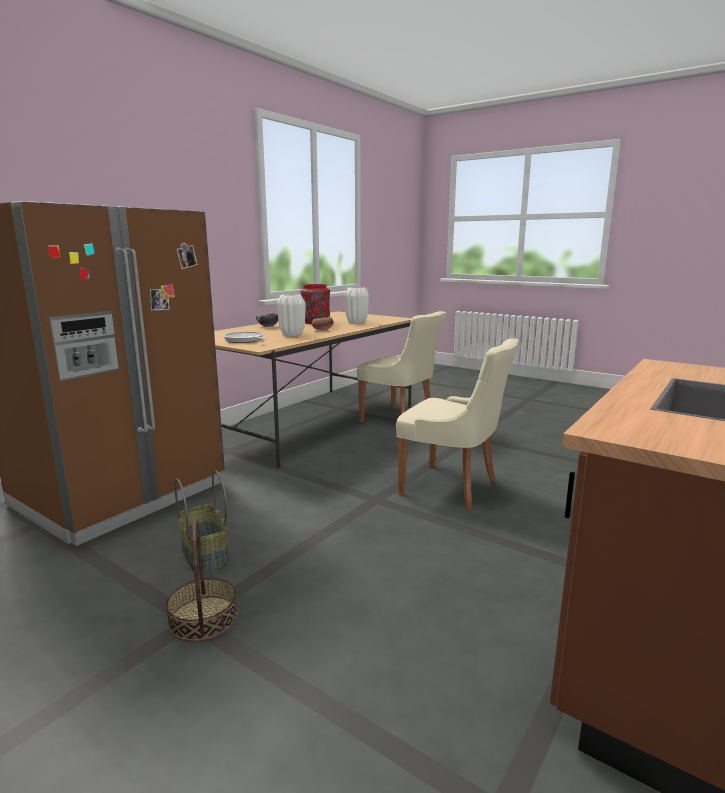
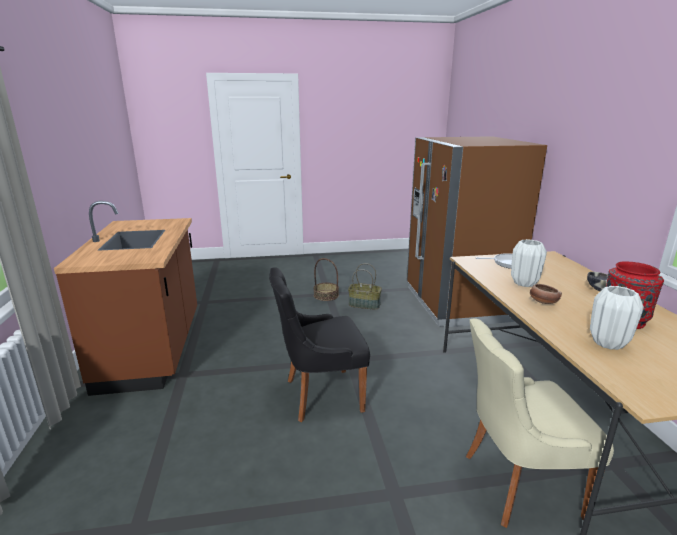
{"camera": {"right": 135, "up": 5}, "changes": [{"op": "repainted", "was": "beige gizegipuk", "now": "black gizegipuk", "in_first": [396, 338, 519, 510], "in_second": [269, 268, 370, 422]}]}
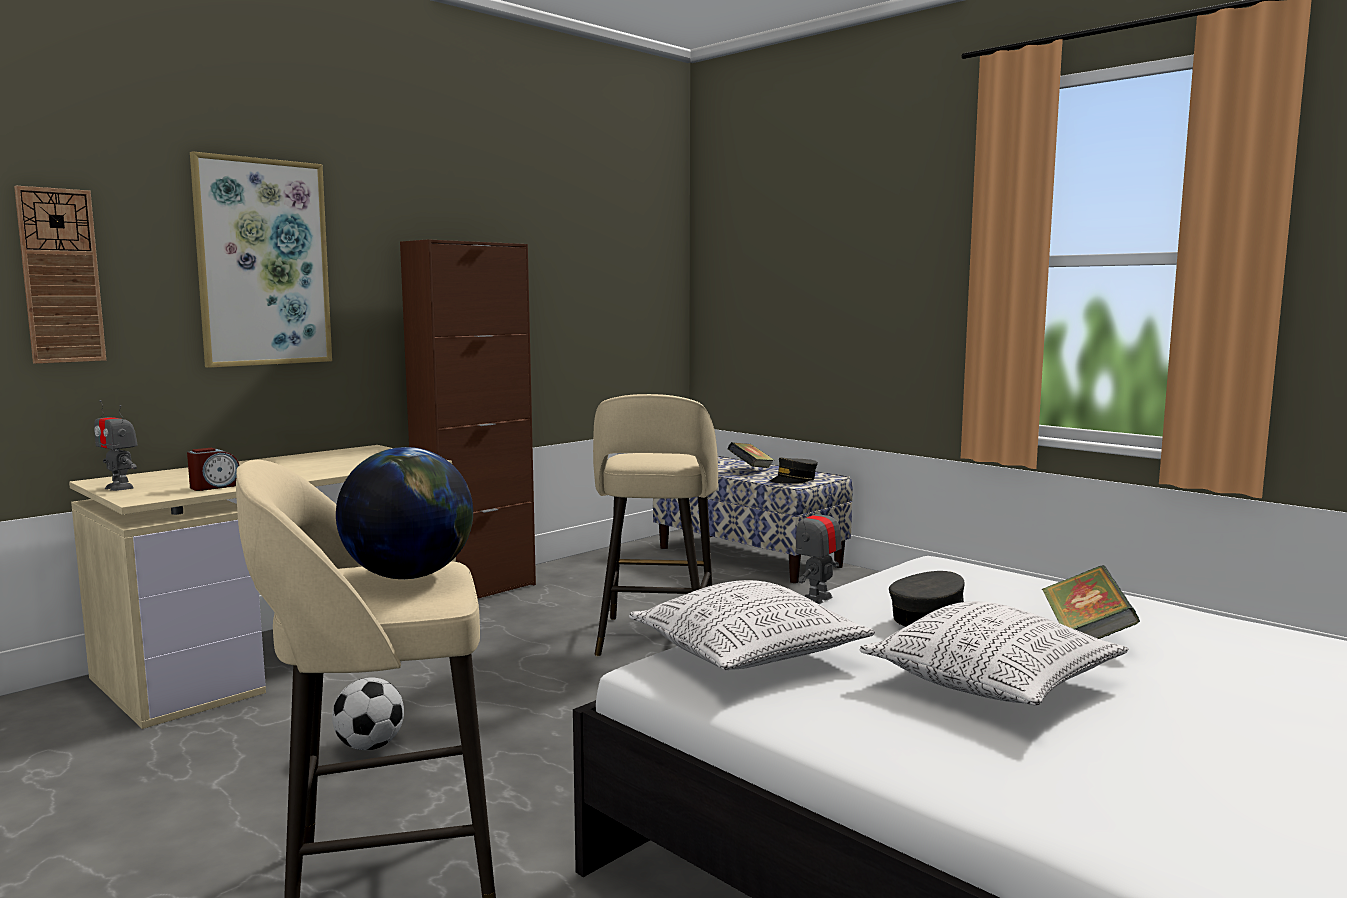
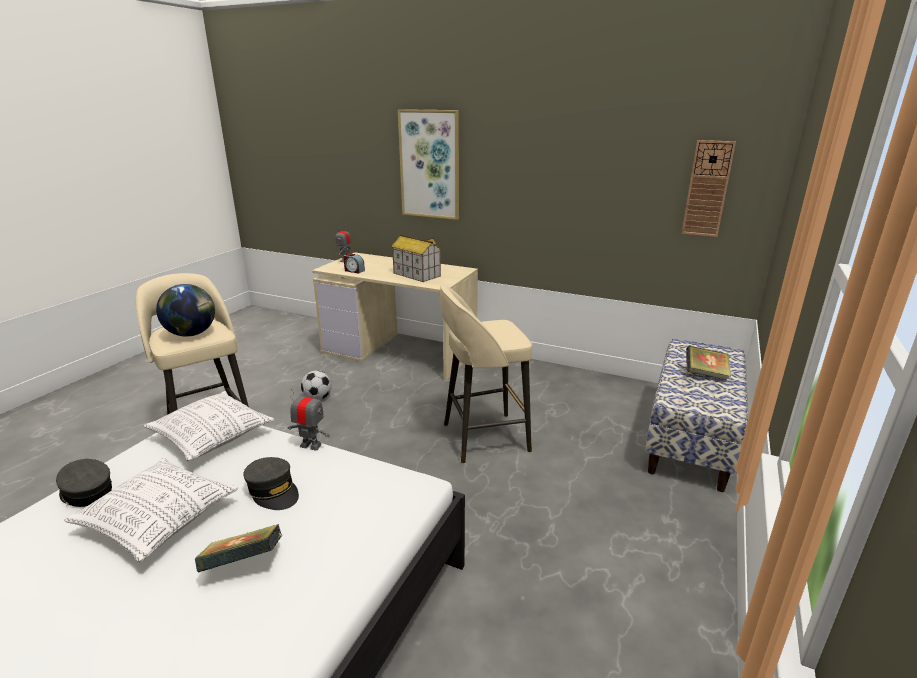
{"camera": {"right": 70, "up": 15}, "changes": [{"op": "shifted", "was": "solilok", "in_first": [14, 186, 106, 364], "in_second": [682, 140, 736, 237]}, {"op": "gone", "was": "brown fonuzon", "in_first": [400, 239, 536, 599]}, {"op": "shifted", "was": "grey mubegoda", "in_first": [770, 457, 818, 484], "in_second": [56, 459, 112, 507]}, {"op": "new", "now": "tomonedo", "in_second": [391, 234, 441, 282]}]}
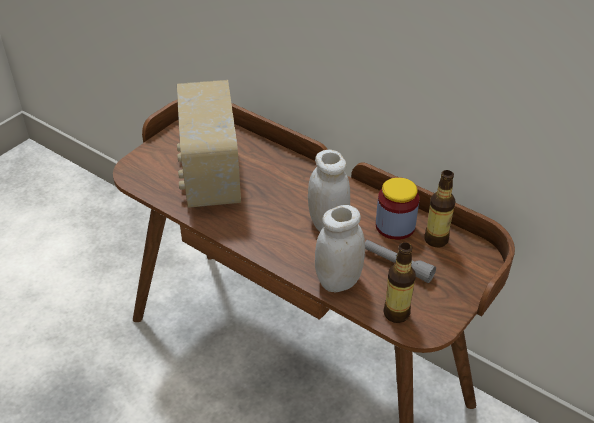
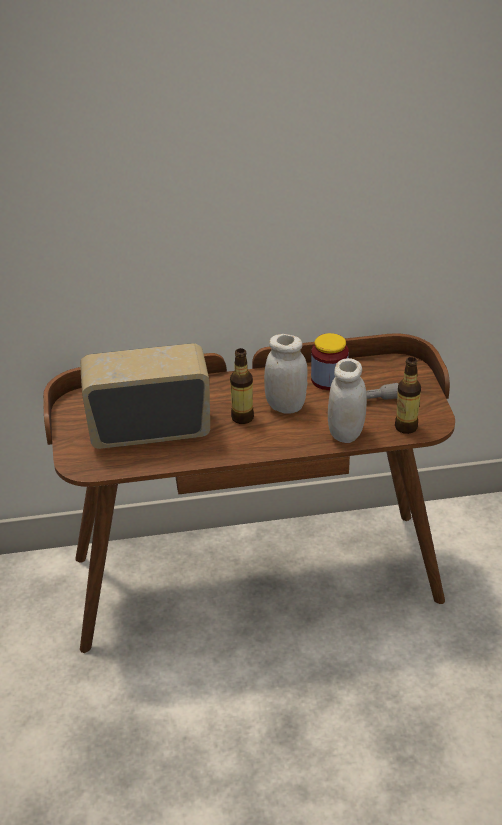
{"camera": {"right": -45, "up": -5}, "changes": [{"op": "rotated", "was": "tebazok", "in_first": [177, 80, 241, 208], "in_second": [80, 343, 210, 449], "clockwise": 135}, {"op": "shifted", "was": "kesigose", "in_first": [424, 170, 456, 247], "in_second": [230, 348, 254, 424]}]}
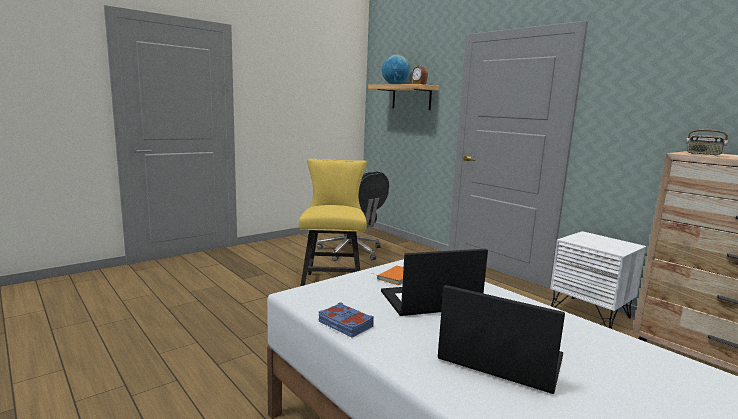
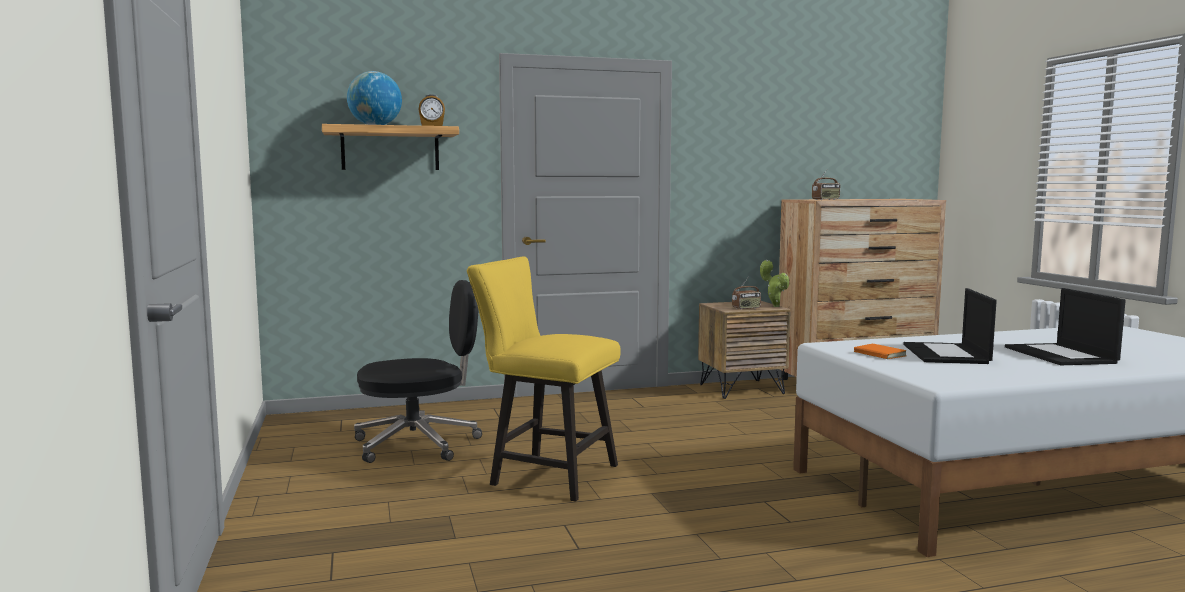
{"camera": {"right": -65, "up": -5}, "changes": [{"op": "gone", "was": "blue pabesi", "in_first": [318, 302, 374, 338]}, {"op": "rotated", "was": "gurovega", "in_first": [438, 285, 565, 394], "in_second": [1005, 288, 1126, 365], "clockwise": -60}, {"op": "repainted", "was": "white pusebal", "now": "brown pusebal", "in_first": [550, 231, 646, 329], "in_second": [698, 301, 791, 399]}, {"op": "new", "now": "tebazok", "in_second": [732, 278, 761, 310]}, {"op": "new", "now": "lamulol", "in_second": [760, 260, 789, 307]}]}
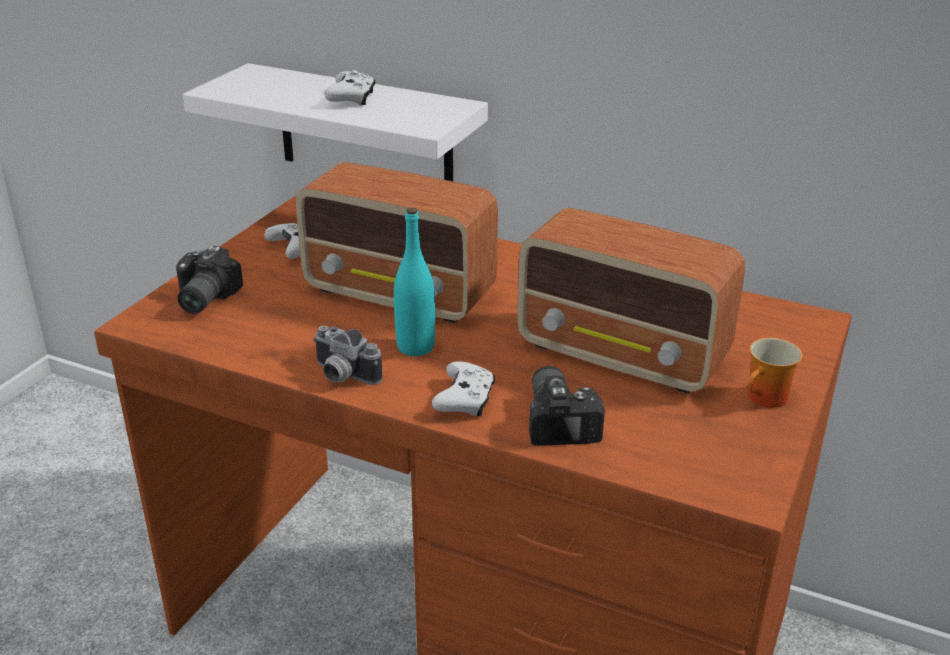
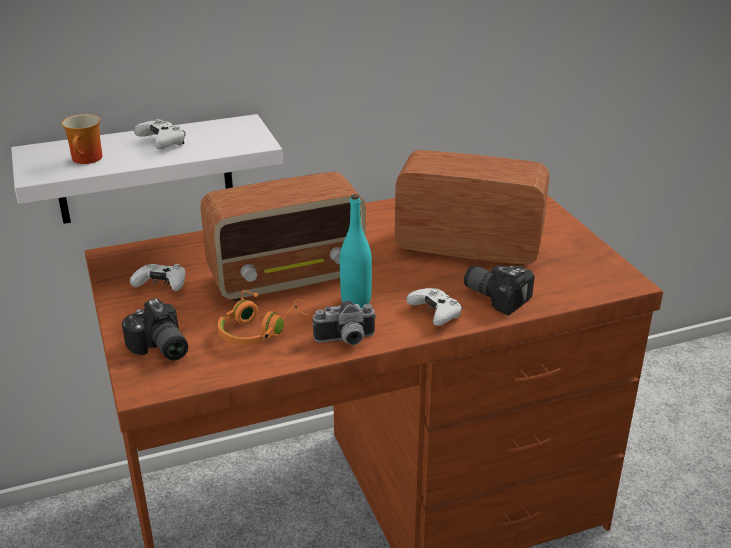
{"camera": {"right": -45, "up": 0}, "changes": [{"op": "rotated", "was": "tebazok", "in_first": [517, 208, 745, 394], "in_second": [395, 150, 549, 266], "clockwise": -150}, {"op": "shifted", "was": "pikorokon", "in_first": [747, 338, 802, 408], "in_second": [62, 114, 102, 164]}, {"op": "new", "now": "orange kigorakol", "in_second": [218, 290, 312, 346]}]}
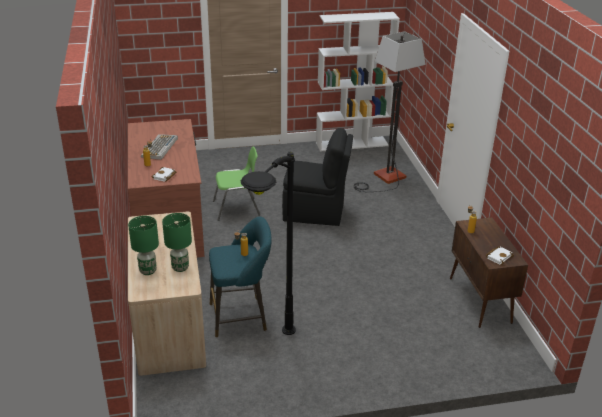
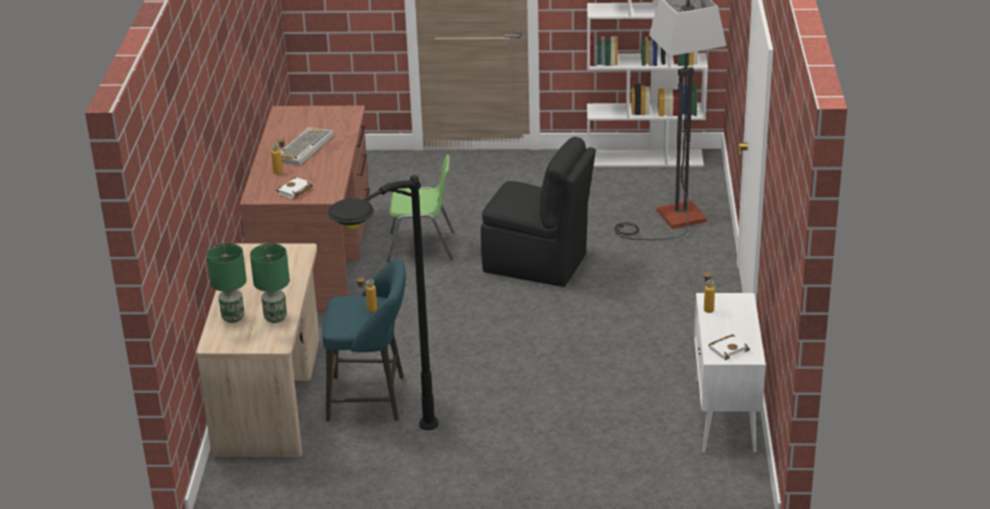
{"camera": {"right": 15, "up": 0}, "changes": [{"op": "repainted", "was": "brown fonuzon", "now": "white fonuzon", "in_first": [450, 218, 528, 328], "in_second": [694, 293, 766, 453]}]}
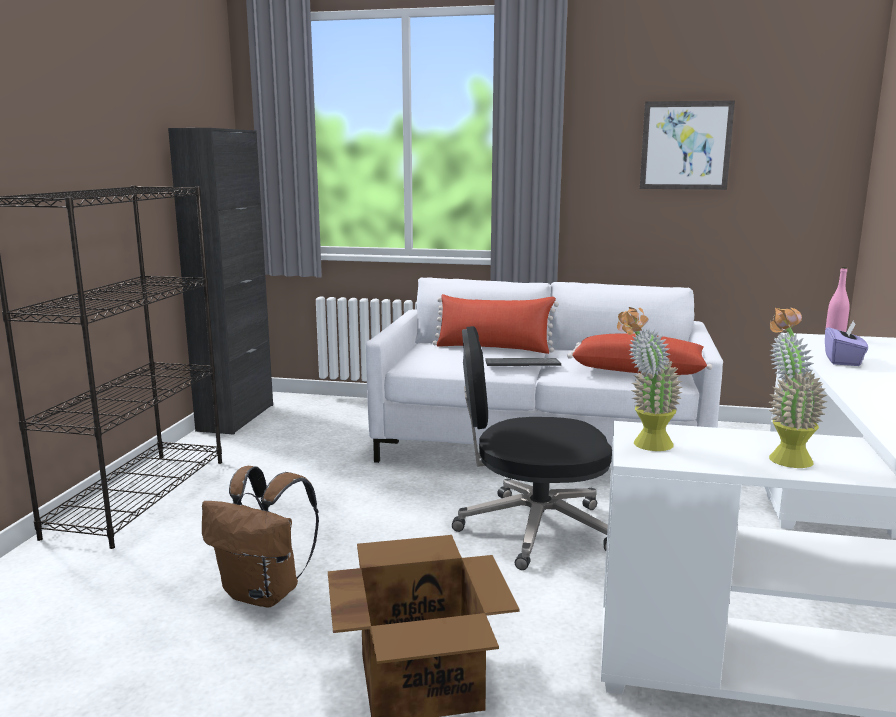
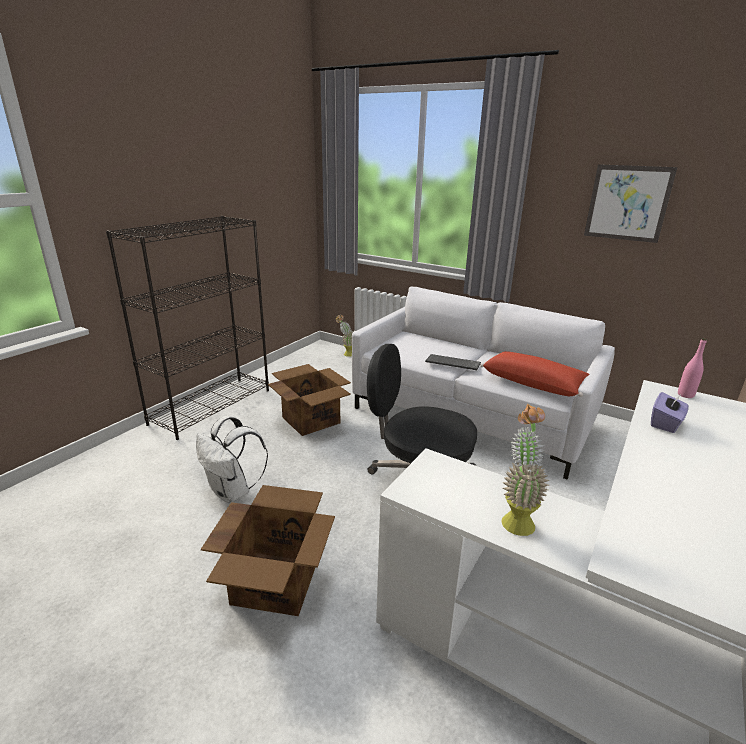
{"camera": {"right": 20, "up": 10}, "changes": [{"op": "gone", "was": "black fonuzon", "in_first": [168, 128, 273, 435]}, {"op": "repainted", "was": "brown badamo", "now": "white badamo", "in_first": [202, 466, 319, 607], "in_second": [196, 416, 268, 503]}, {"op": "gone", "was": "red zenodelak", "in_first": [433, 294, 559, 354]}, {"op": "shifted", "was": "lamulol", "in_first": [617, 307, 682, 451], "in_second": [336, 315, 353, 357]}, {"op": "new", "now": "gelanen", "in_second": [268, 364, 351, 436]}]}
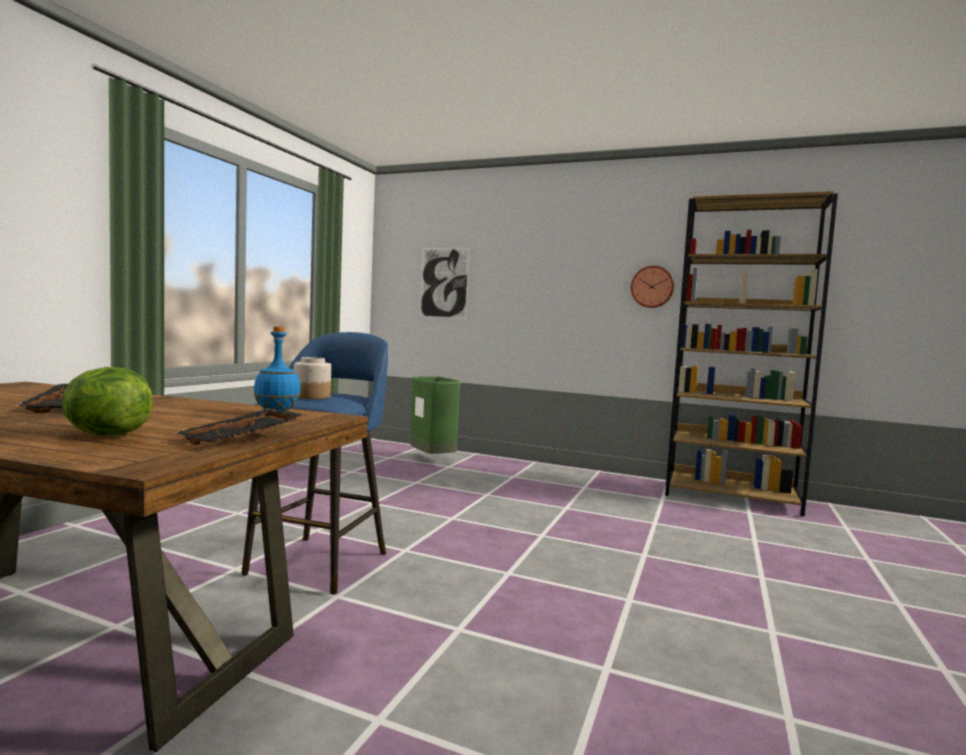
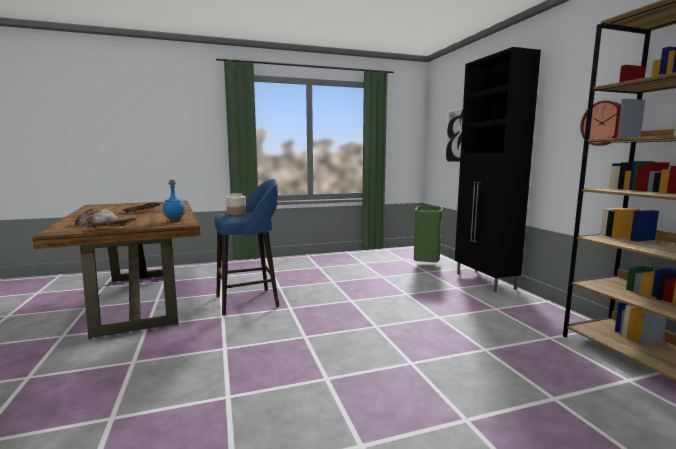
{"camera": {"right": 50, "up": 5}, "changes": [{"op": "swapped", "was": "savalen", "now": "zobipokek", "in_first": [61, 367, 153, 436], "in_second": [75, 209, 118, 226]}, {"op": "new", "now": "black fonuzon", "in_second": [455, 47, 541, 292]}]}
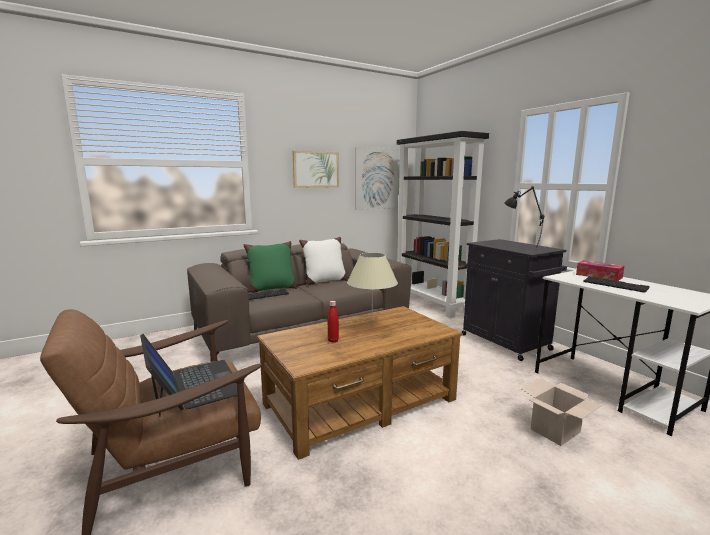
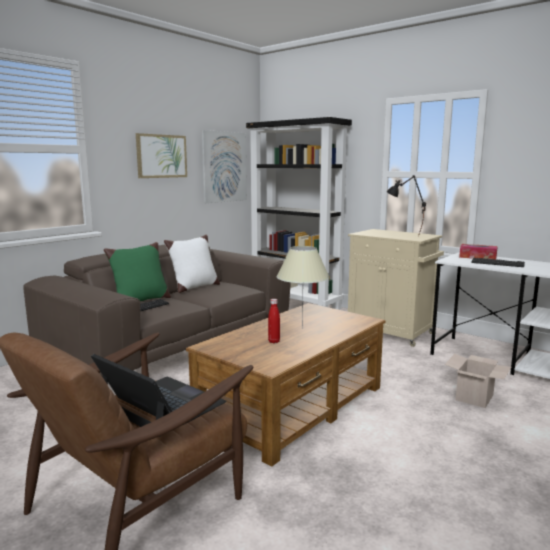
{"camera": {"right": -20, "up": 0}, "changes": [{"op": "repainted", "was": "black fonuzon", "now": "beige fonuzon", "in_first": [462, 239, 567, 361], "in_second": [348, 229, 444, 347]}]}
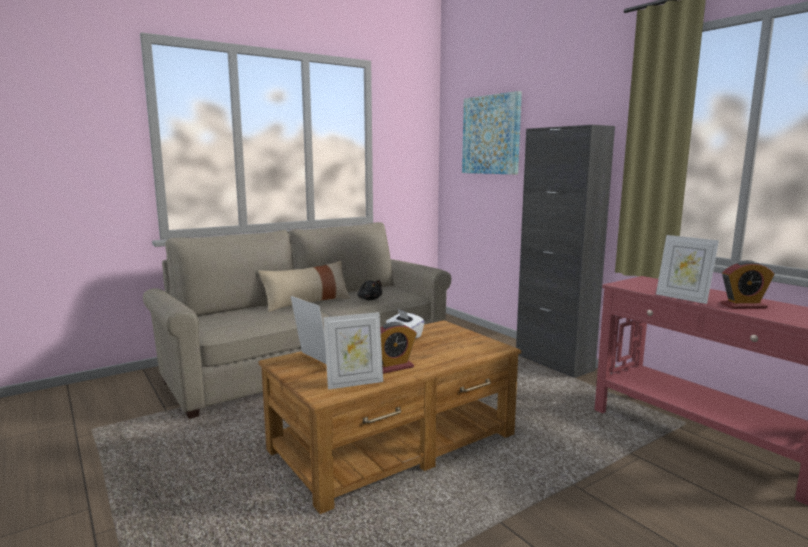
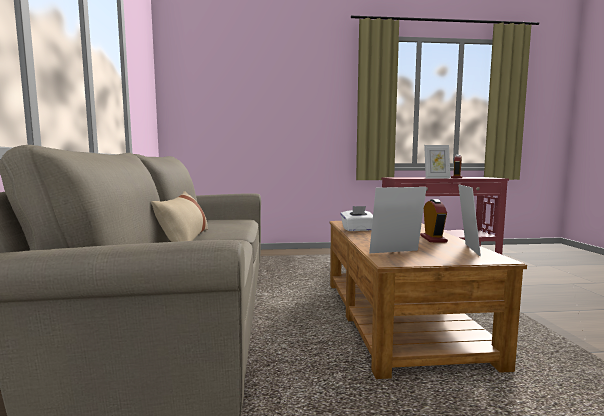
{"camera": {"right": -60, "up": -5}, "changes": [{"op": "gone", "was": "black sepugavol", "in_first": [358, 280, 382, 300]}, {"op": "gone", "was": "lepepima", "in_first": [462, 91, 522, 175]}, {"op": "gone", "was": "black fonuzon", "in_first": [516, 125, 615, 378]}]}
